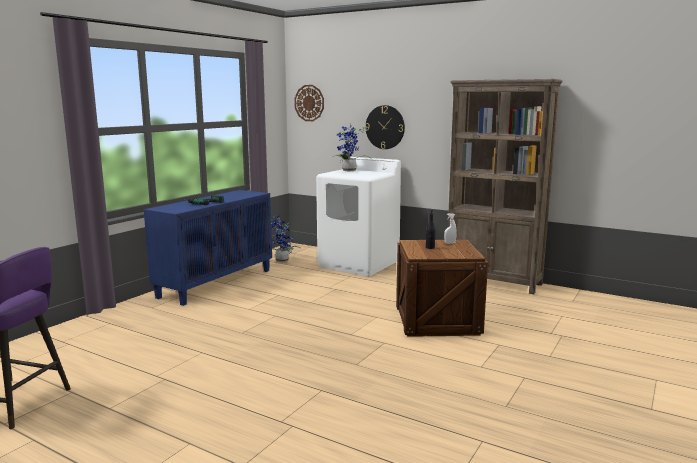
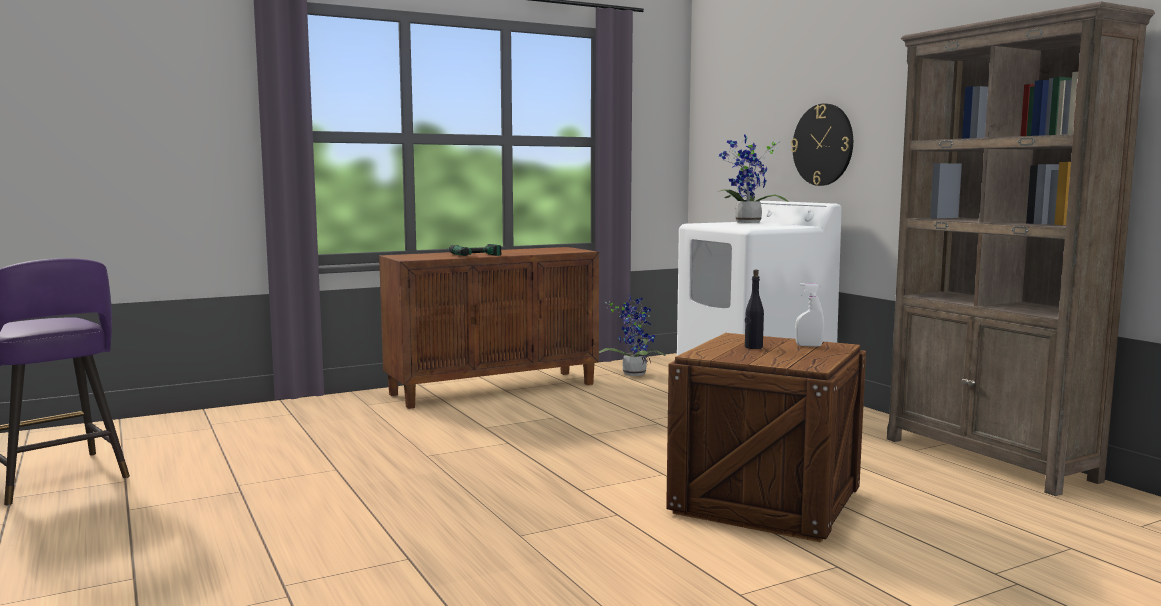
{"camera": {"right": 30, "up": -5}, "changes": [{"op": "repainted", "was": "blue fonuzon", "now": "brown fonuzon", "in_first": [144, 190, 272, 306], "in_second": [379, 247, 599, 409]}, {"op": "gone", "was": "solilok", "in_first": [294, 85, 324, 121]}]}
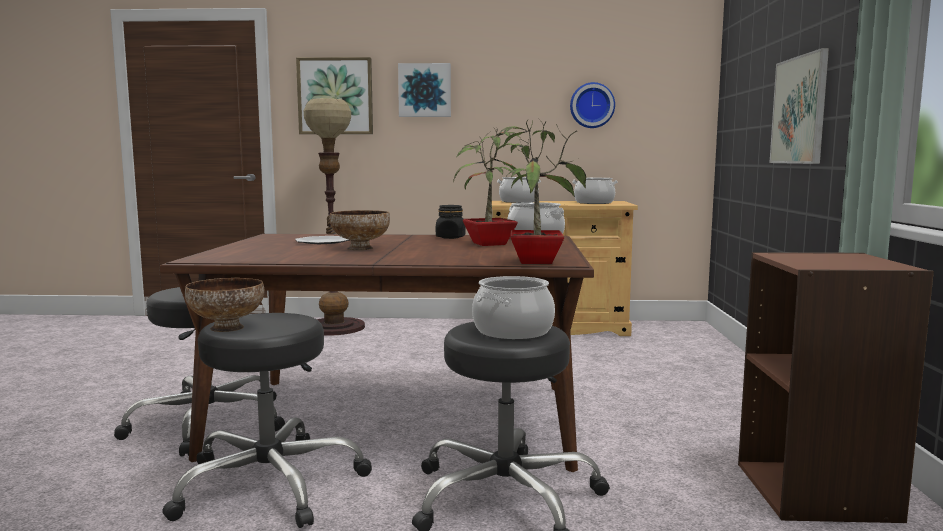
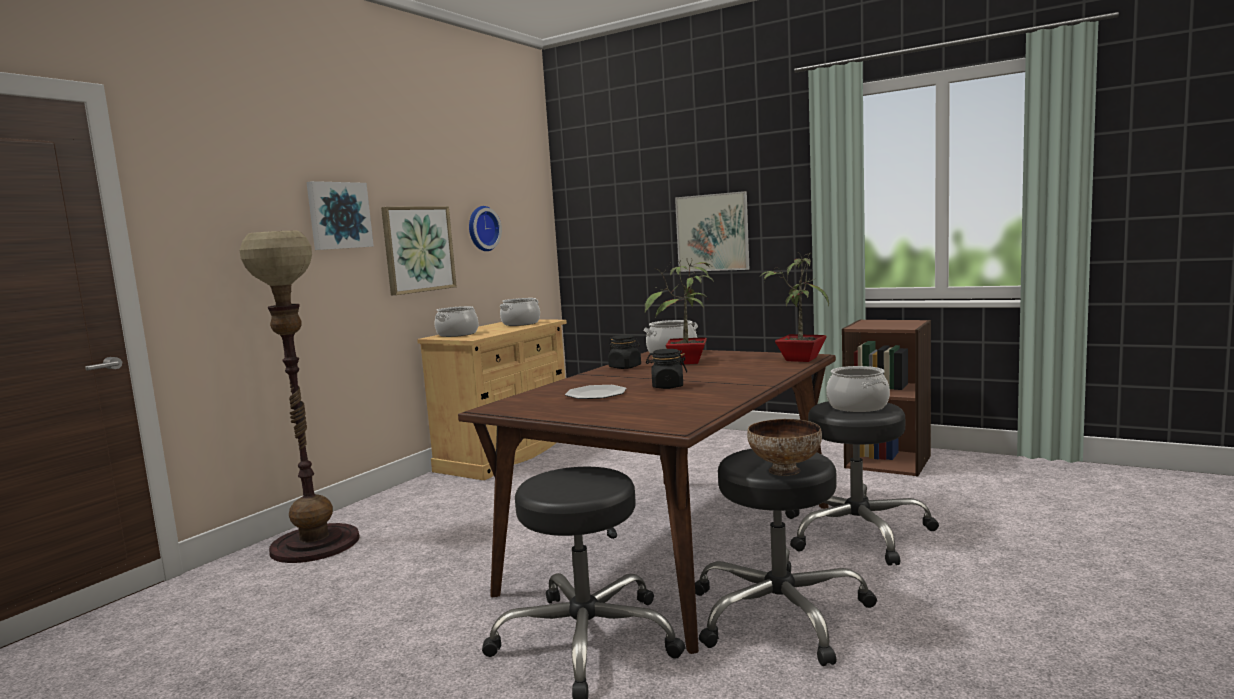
{"camera": {"right": -60, "up": 0}, "changes": [{"op": "shifted", "was": "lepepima", "in_first": [296, 57, 373, 134], "in_second": [381, 206, 457, 295]}, {"op": "swapped", "was": "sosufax", "now": "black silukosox", "in_first": [329, 210, 390, 250], "in_second": [646, 349, 687, 389]}]}
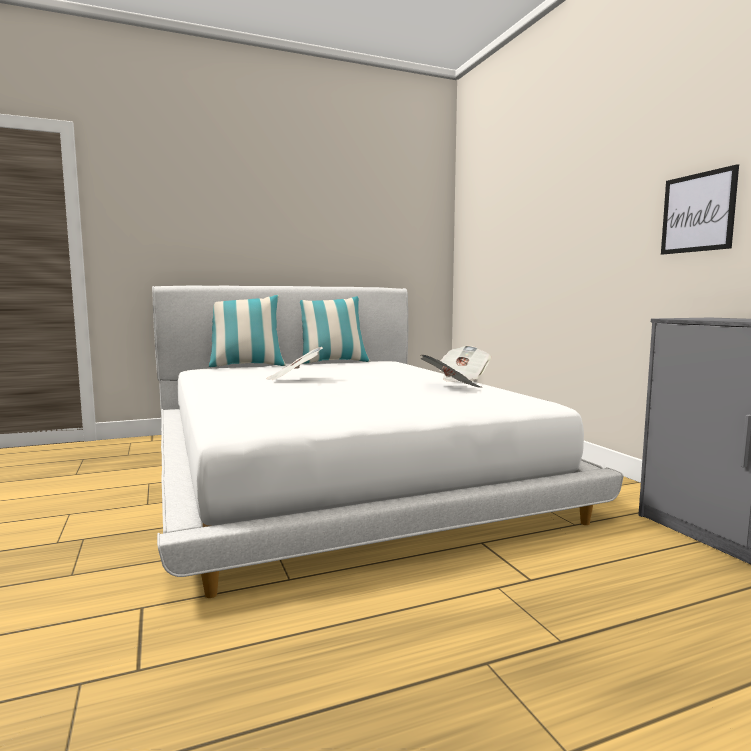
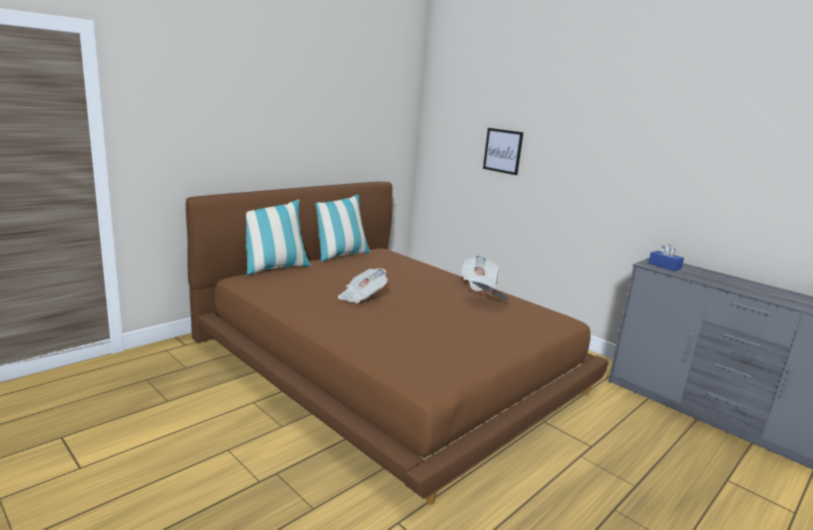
{"camera": {"right": -25, "up": 10}, "changes": [{"op": "repainted", "was": "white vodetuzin", "now": "brown vodetuzin", "in_first": [152, 285, 623, 598], "in_second": [186, 182, 609, 505]}, {"op": "shifted", "was": "lepepima", "in_first": [661, 164, 739, 255], "in_second": [483, 128, 523, 175]}, {"op": "new", "now": "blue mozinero", "in_second": [648, 244, 684, 271]}]}
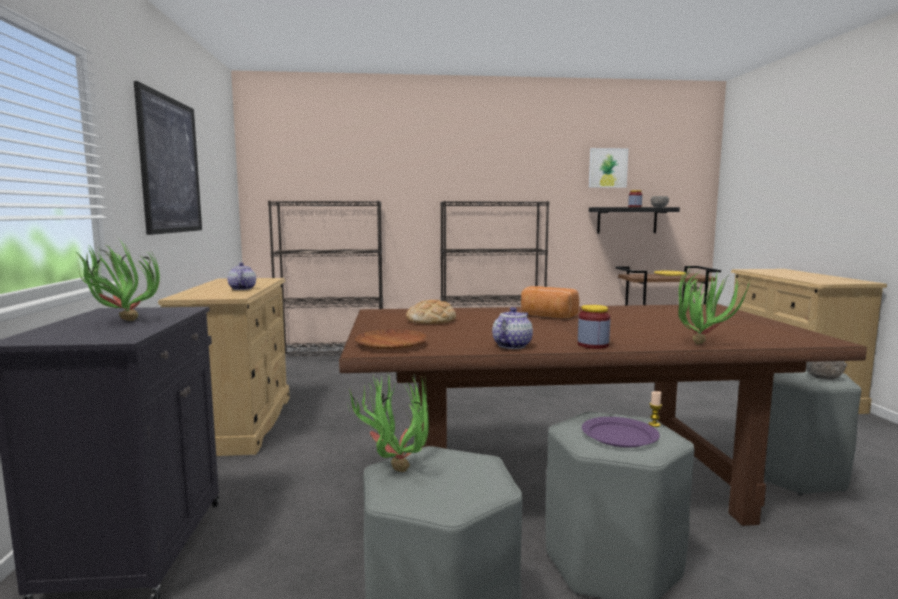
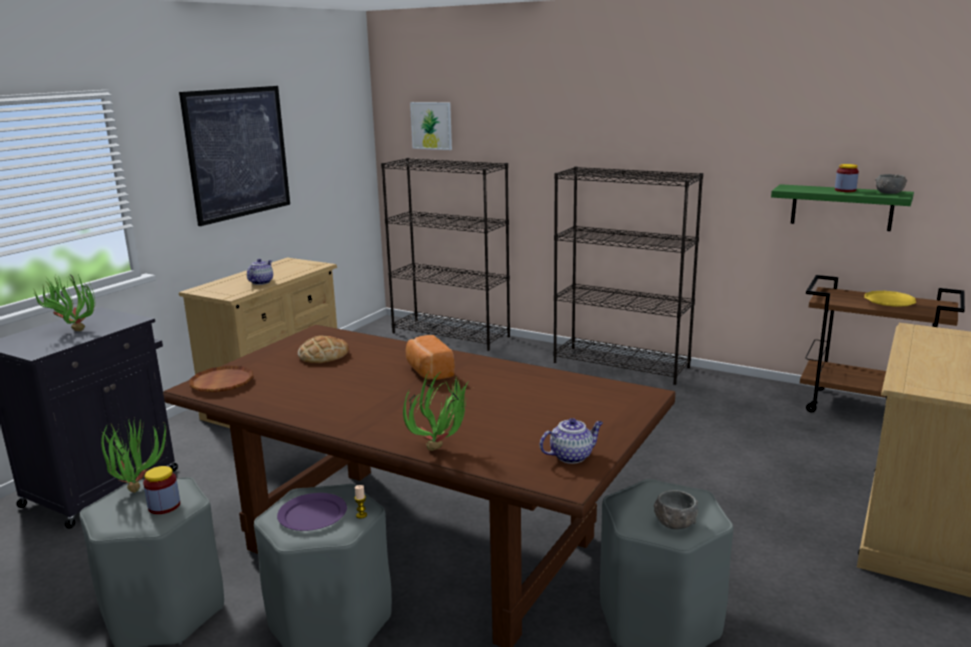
{"camera": {"right": 35, "up": 10}, "changes": [{"op": "shifted", "was": "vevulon", "in_first": [492, 307, 533, 349], "in_second": [539, 418, 603, 464]}, {"op": "shifted", "was": "silukosox", "in_first": [578, 305, 610, 349], "in_second": [143, 466, 180, 514]}, {"op": "shifted", "was": "lepepima", "in_first": [589, 148, 628, 188], "in_second": [410, 102, 452, 150]}, {"op": "repainted", "was": "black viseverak", "now": "green viseverak", "in_first": [589, 207, 680, 234], "in_second": [771, 184, 914, 231]}]}
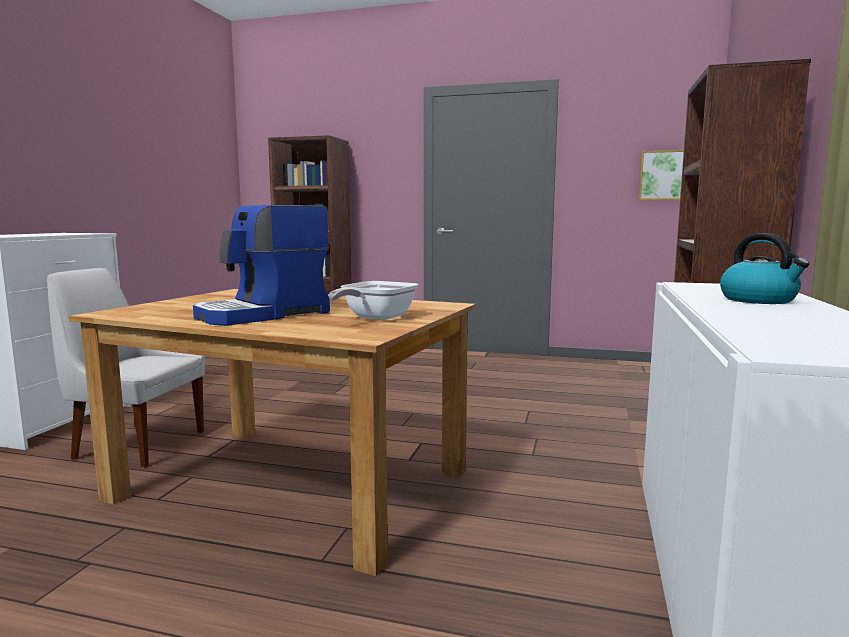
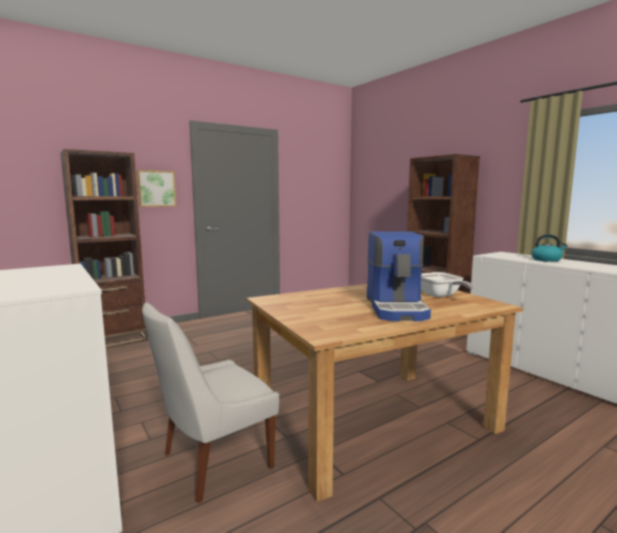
{"camera": {"right": -50, "up": 0}, "changes": [{"op": "shifted", "was": "lepepima", "in_first": [639, 150, 684, 200], "in_second": [137, 170, 176, 207]}]}
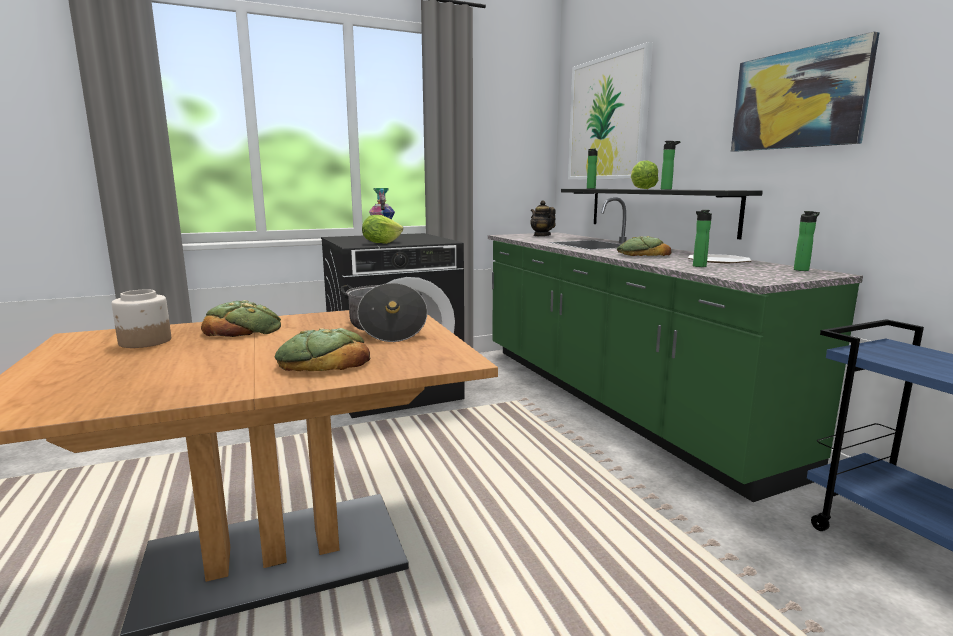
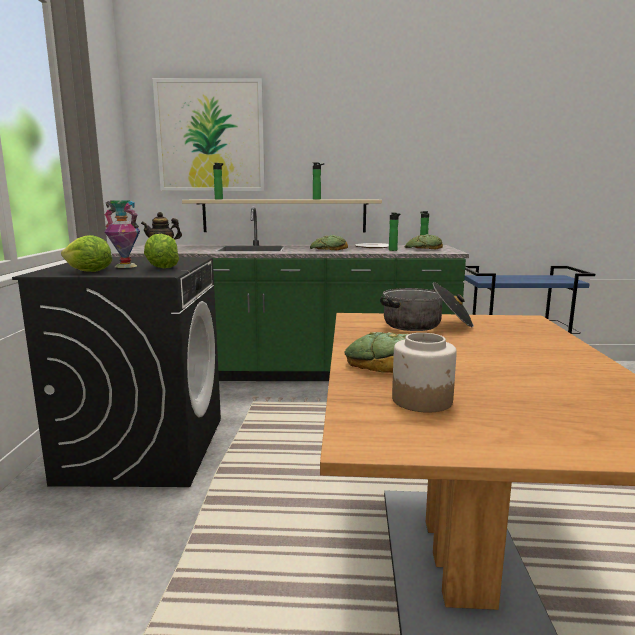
{"camera": {"right": -65, "up": 0}, "changes": [{"op": "shifted", "was": "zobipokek", "in_first": [275, 328, 370, 371], "in_second": [405, 234, 443, 249]}, {"op": "repainted", "was": "black viseverak", "now": "beige viseverak", "in_first": [561, 189, 763, 239], "in_second": [182, 200, 382, 232]}, {"op": "shifted", "was": "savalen", "in_first": [631, 160, 658, 189], "in_second": [61, 235, 112, 272]}, {"op": "gone", "was": "lepepima", "in_first": [731, 32, 879, 152]}]}
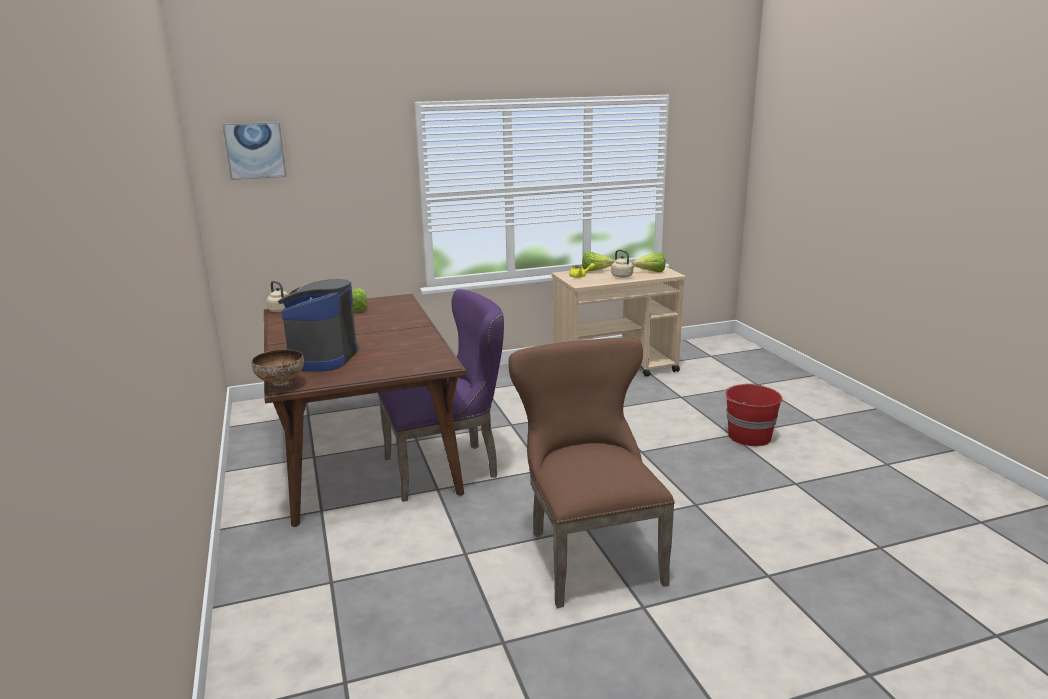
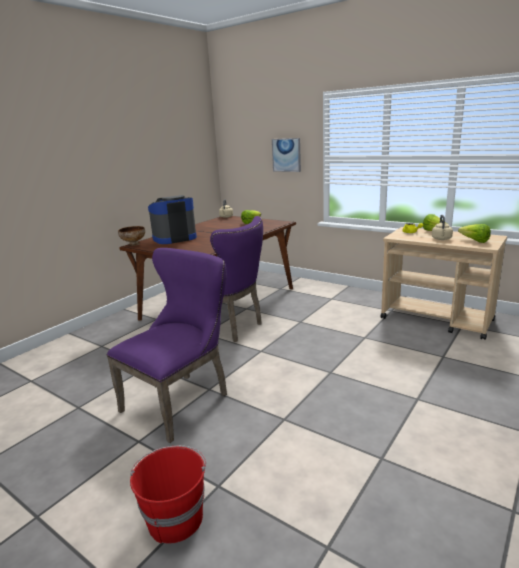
{"camera": {"right": 55, "up": 0}, "changes": [{"op": "shifted", "was": "lepepima", "in_first": [222, 122, 287, 180], "in_second": [272, 138, 301, 172]}, {"op": "repainted", "was": "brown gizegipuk", "now": "purple gizegipuk", "in_first": [508, 338, 675, 608], "in_second": [107, 248, 227, 443]}, {"op": "shifted", "was": "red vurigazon", "in_first": [723, 384, 782, 446], "in_second": [130, 446, 206, 544]}]}
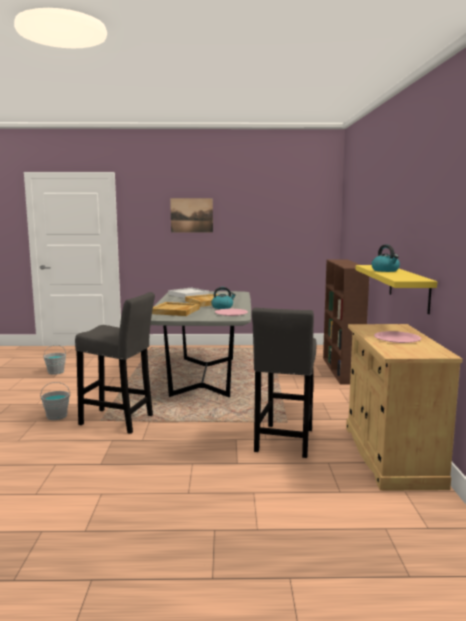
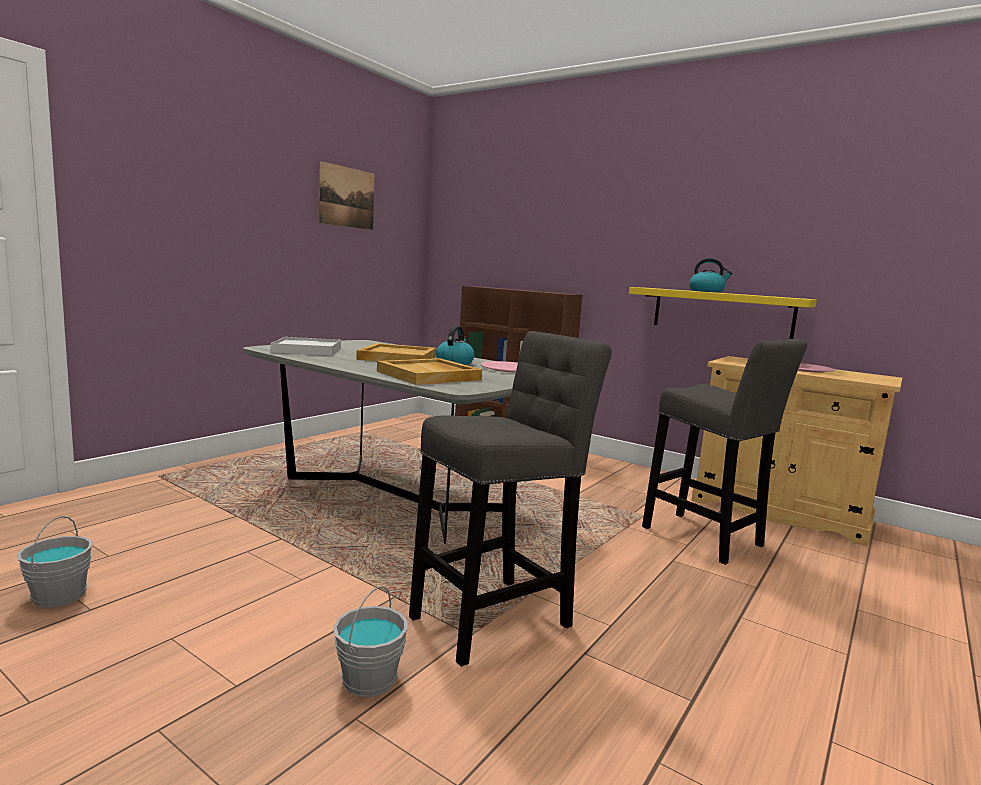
{"camera": {"right": -55, "up": 0}, "changes": [{"op": "shifted", "was": "lepepima", "in_first": [170, 198, 213, 233], "in_second": [318, 161, 374, 230]}]}
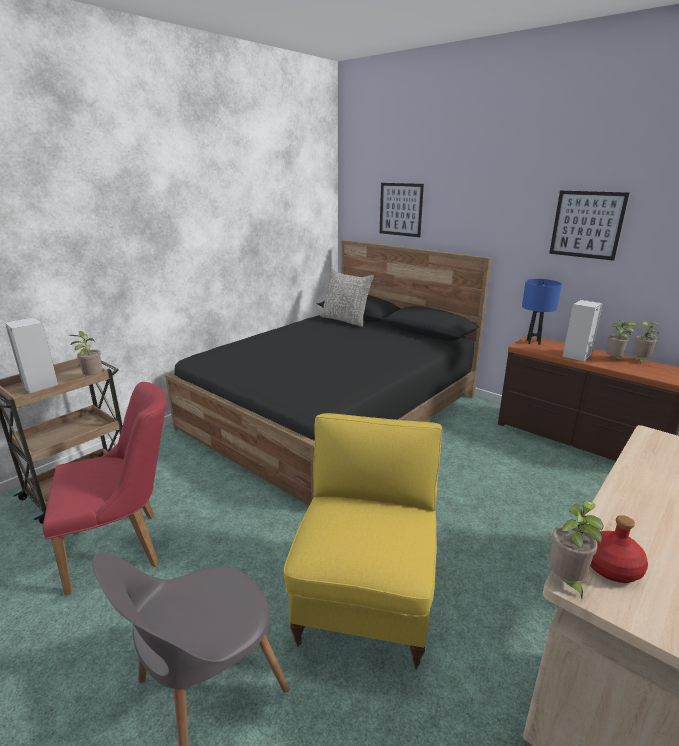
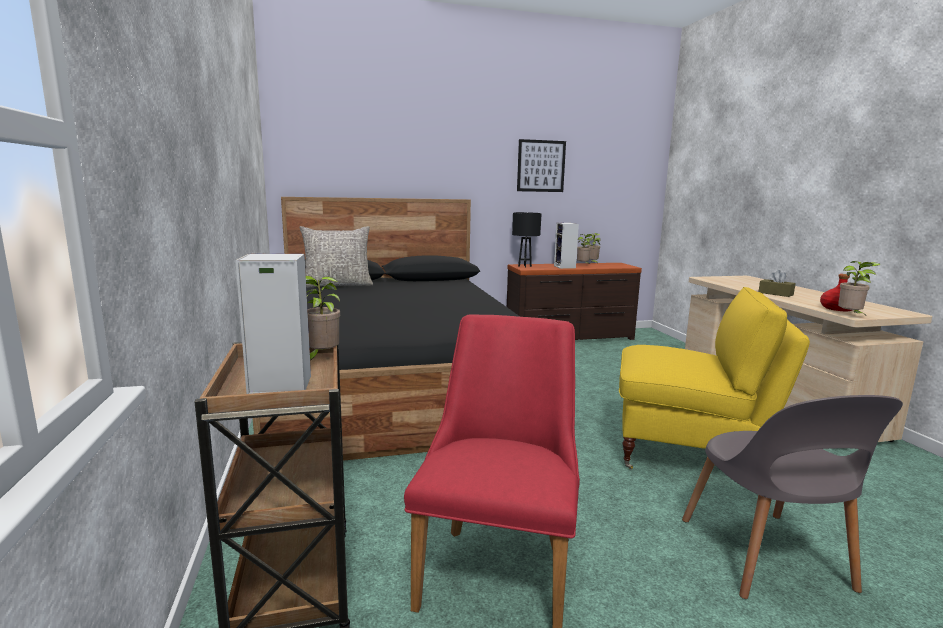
{"camera": {"right": -55, "up": -10}, "changes": [{"op": "rotated", "was": "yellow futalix", "in_first": [284, 413, 442, 669], "in_second": [619, 287, 810, 469], "clockwise": 150}, {"op": "gone", "was": "lepepima", "in_first": [380, 183, 424, 237]}, {"op": "repainted", "was": "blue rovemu", "now": "black rovemu", "in_first": [522, 279, 562, 345], "in_second": [512, 212, 542, 267]}, {"op": "new", "now": "brown mozinero", "in_second": [758, 270, 796, 297]}]}
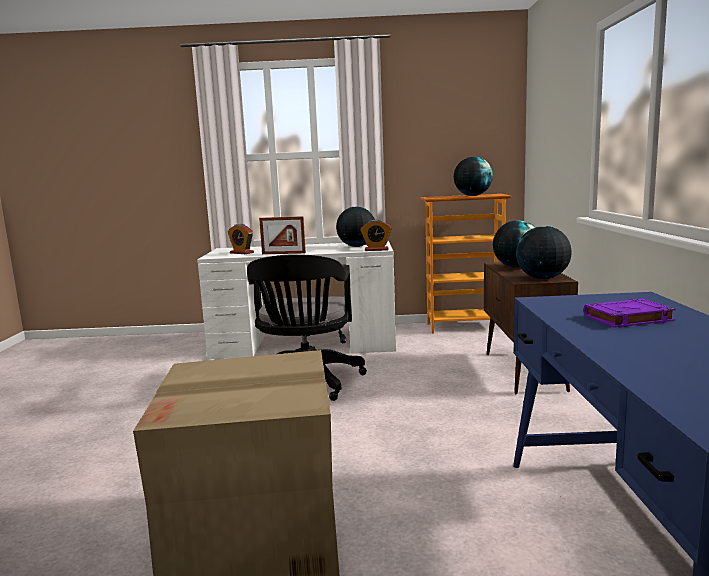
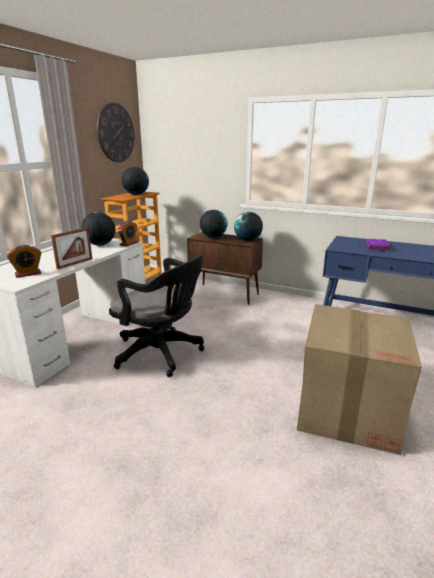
{"camera": {"right": -65, "up": 10}, "changes": [{"op": "new", "now": "solilok", "in_second": [97, 103, 135, 162]}]}
